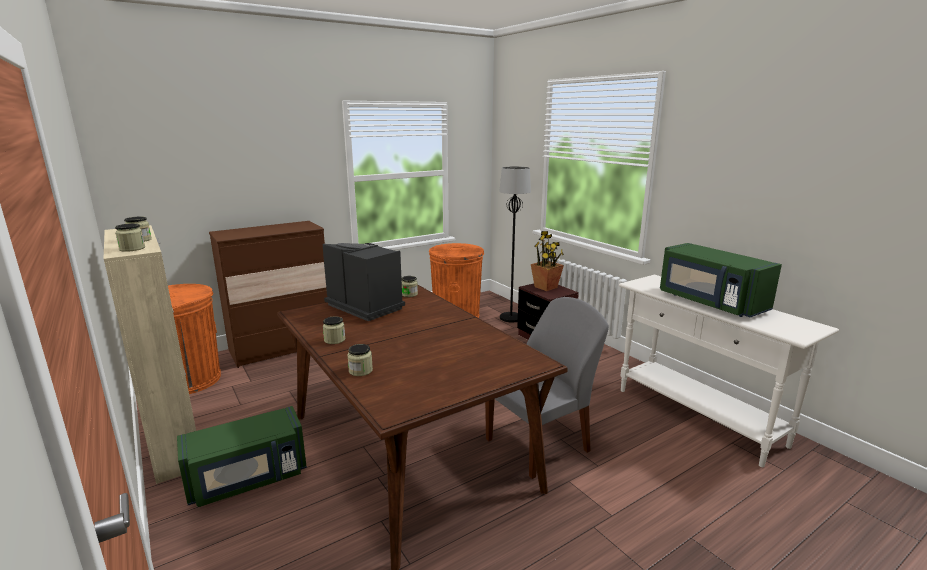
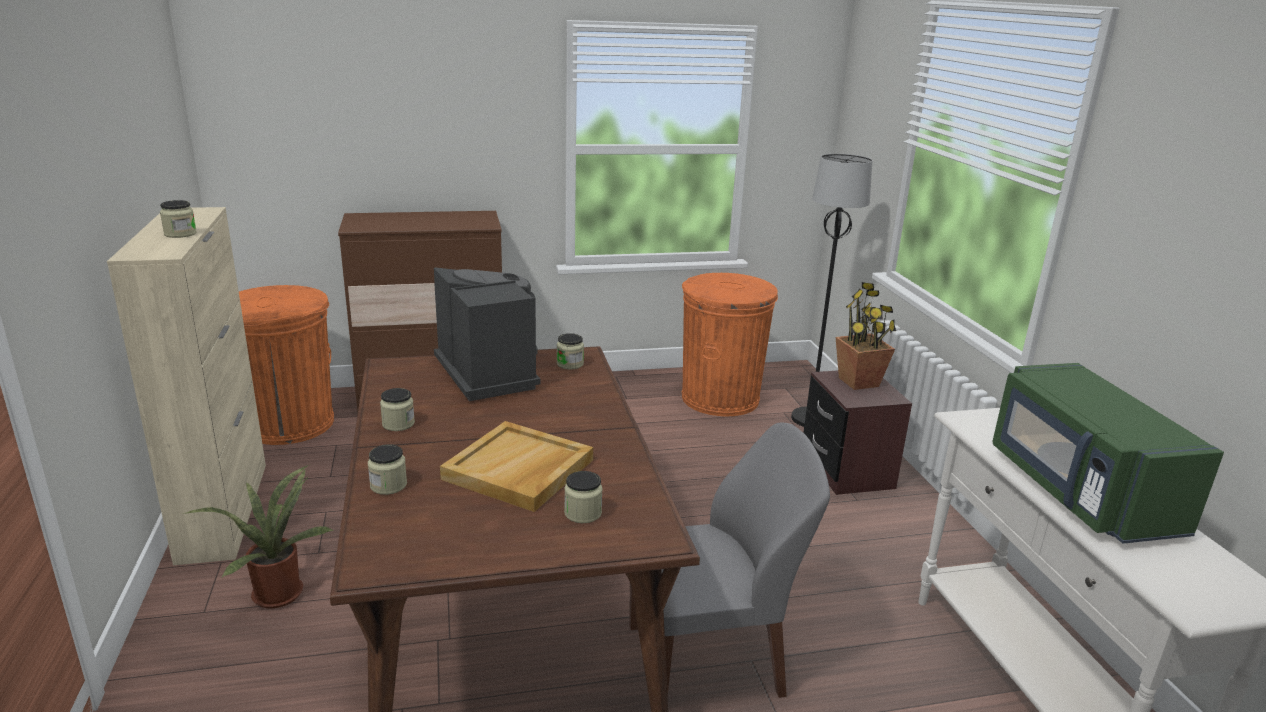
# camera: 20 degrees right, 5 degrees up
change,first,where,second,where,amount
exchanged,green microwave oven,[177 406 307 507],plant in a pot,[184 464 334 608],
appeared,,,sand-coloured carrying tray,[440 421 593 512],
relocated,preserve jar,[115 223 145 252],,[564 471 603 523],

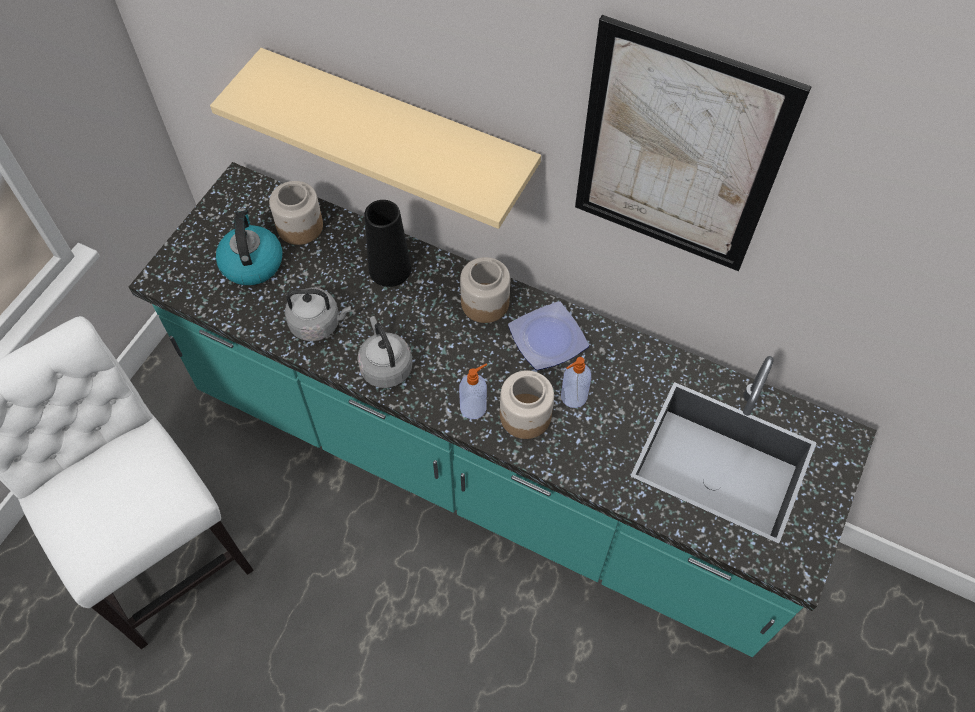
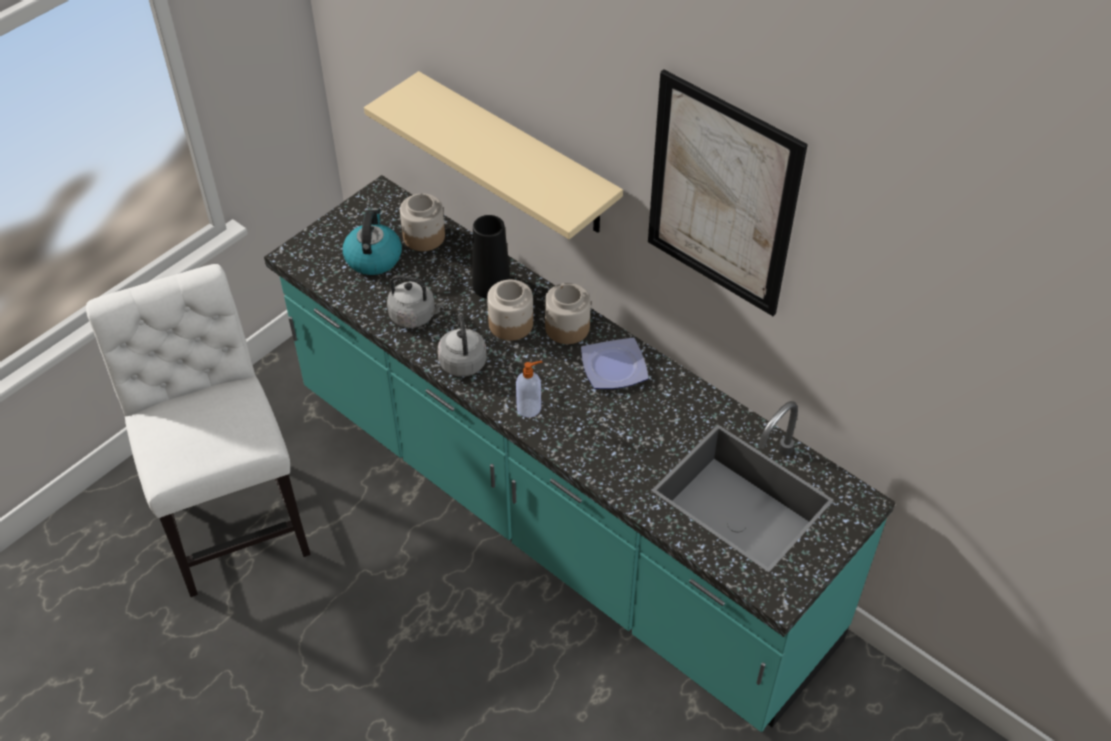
# camera: 15 degrees right, 10 degrees down
change,first,where,second,where,amount
relocated,preserve jar,[500 370 554 439],,[487 280 533 341],
missing,liquid soap bottle,[561 357 591 408],,,

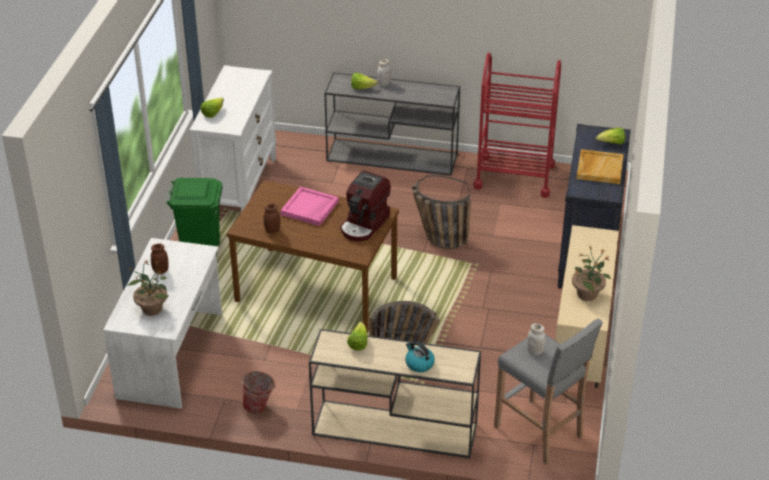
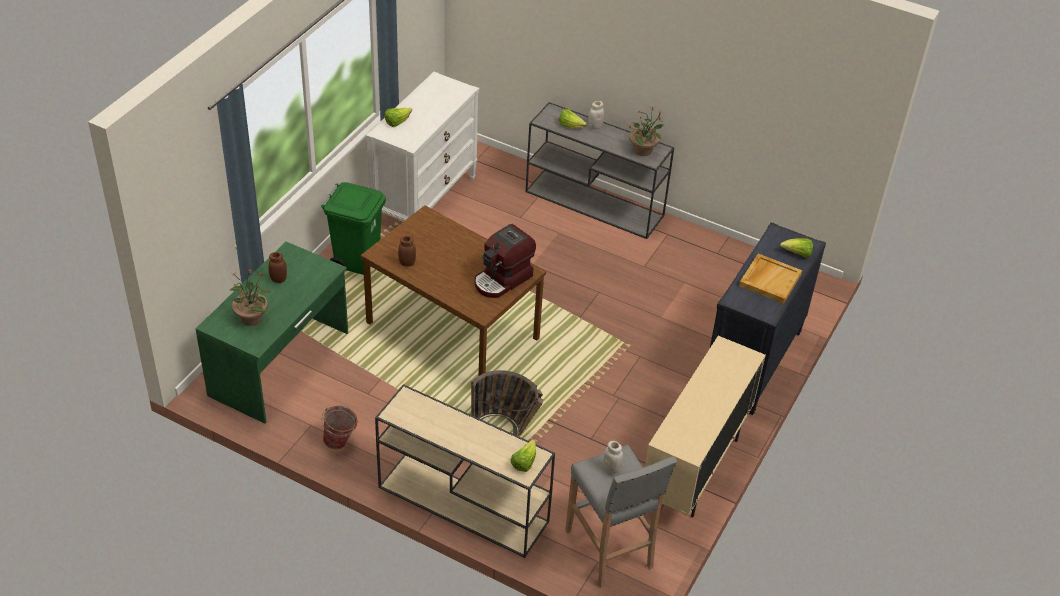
# camera: 15 degrees right, 5 degrees up
change,first,where,second,where,amount
colour,white desk unit,[103 238 222 409],green desk unit,[196 242 348 424],
relocated,head of lettuce,[347 322 368 351],,[510 439 536 472],
relocated,plant in a pot,[572 246 611 301],,[629 106 664 156],
missing,pink carrying tray,[281 186 339 226],,,
missing,kettle,[405 341 435 372],,,
missing,basket,[412 175 471 249],,,
missing,reddish trolley,[474 53 561 198],,,

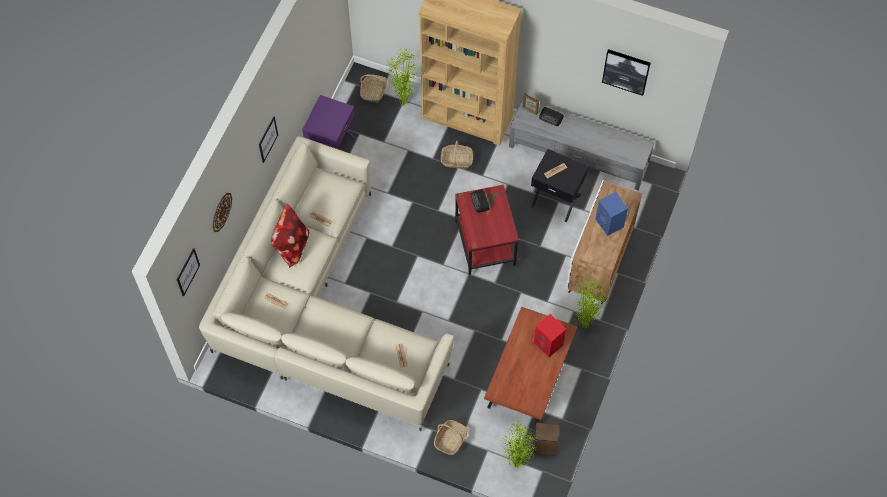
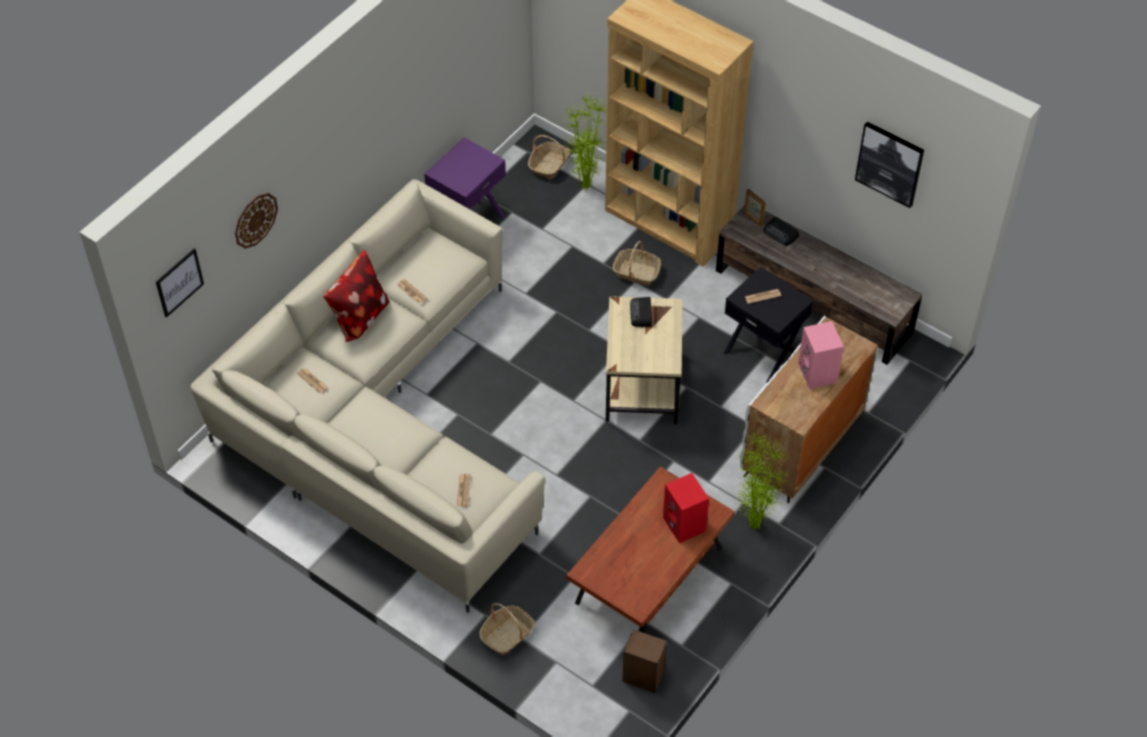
# camera: 15 degrees right, 10 degrees down
change,first,where,second,where,amount
colour,reddish accent table,[455 185 519 275],sand-coloured accent table,[606 296 683 425],
colour,greyish tv stand,[509 99 654 191],brown-coloured tv stand,[716 205 922 365],
colour,blue-coloured loudspeaker,[595 192 628 236],pink loudspeaker,[798 321 844 389],
missing,wall art,[259 117 278 163],,,
missing,plant in a pot,[499 419 537 468],,,

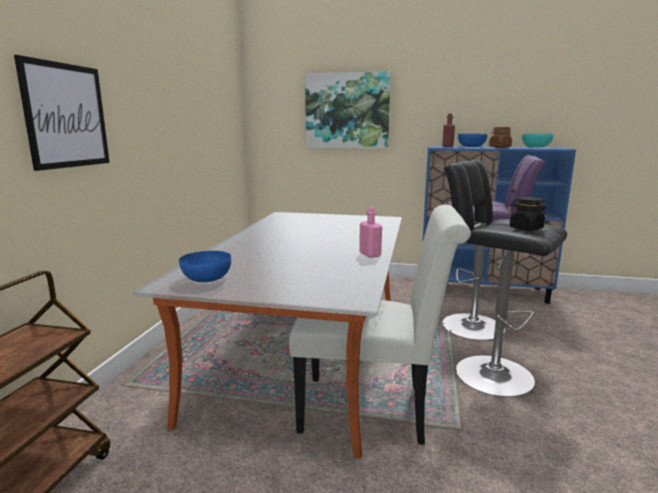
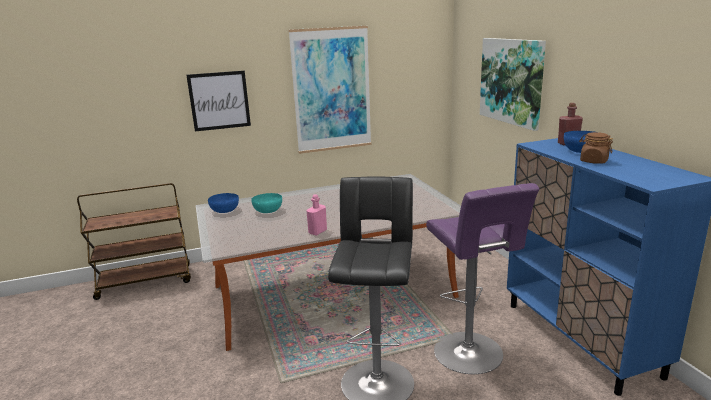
# camera: 60 degrees right, 5 degrees up
change,first,where,second,where,amount
relocated,blue-green bowl,[522 134 554 147],,[251 193 282 213],
appeared,,,wall art,[288 26 372 154],
missing,white upright chair,[289 205 471 445],,,
missing,blackish preserve jar,[509 197 546 231],,,

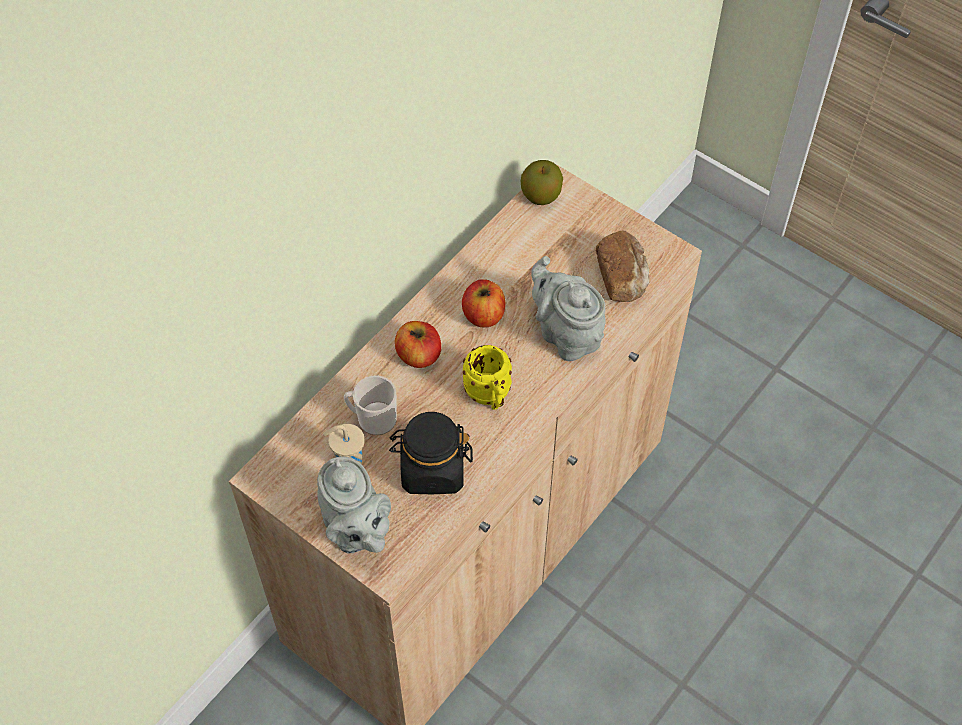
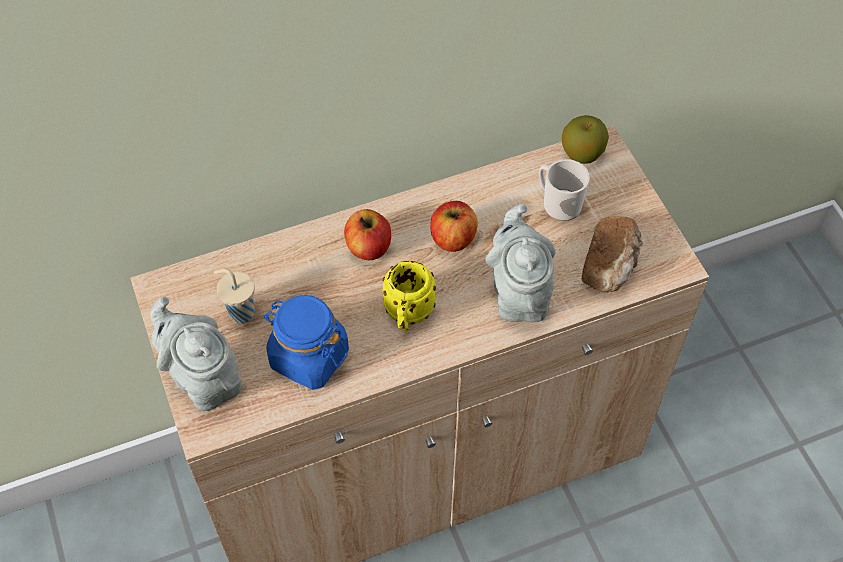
# camera: 30 degrees right, 0 degrees up
change,first,where,second,where,amount
spun,greyish teapot,[317 457 391 553],,[150 296 241 411],135 degrees clockwise
colour,blackish preserve jar,[389 412 473 494],blue-coloured preserve jar,[263 295 349 390],
relocated,coffee mug,[344 375 397 435],,[539 159 590 221],

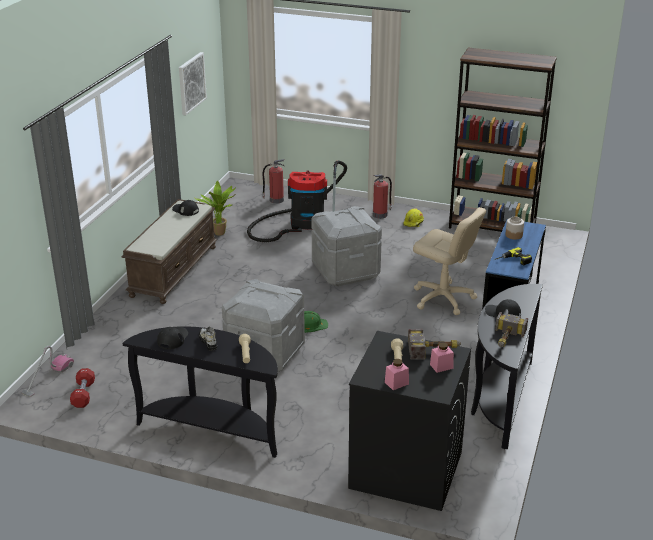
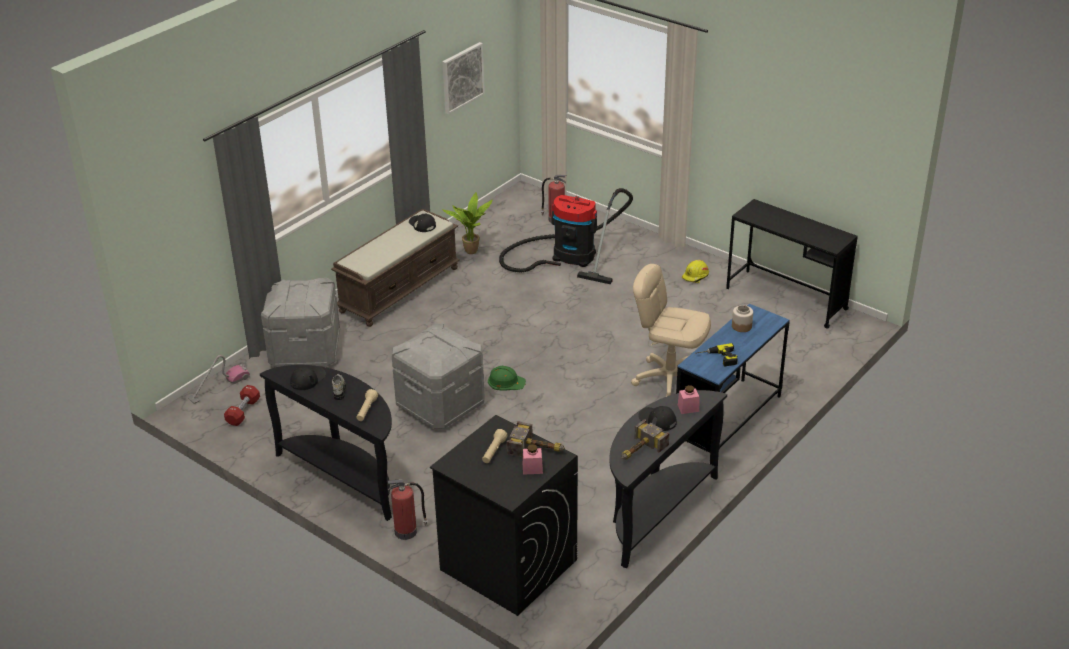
# camera: 20 degrees right, 5 degrees up
change,first,where,second,where,amount
relocated,greyish storage bin,[312 206 382 286],,[261 278 340 368],
relocated,fire-fighting cylinder,[373 175 392 219],,[387 479 428 540],
spun,sand-coloured office chair,[413 207 486 315],,[631 264 711 397],150 degrees clockwise
relocated,pink preserve jar,[385 359 409 390],,[678 385 699 414],
exchanged,brown-coloured bookshelf,[449 48 557 232],blackish desk unit,[726 199 858 329],

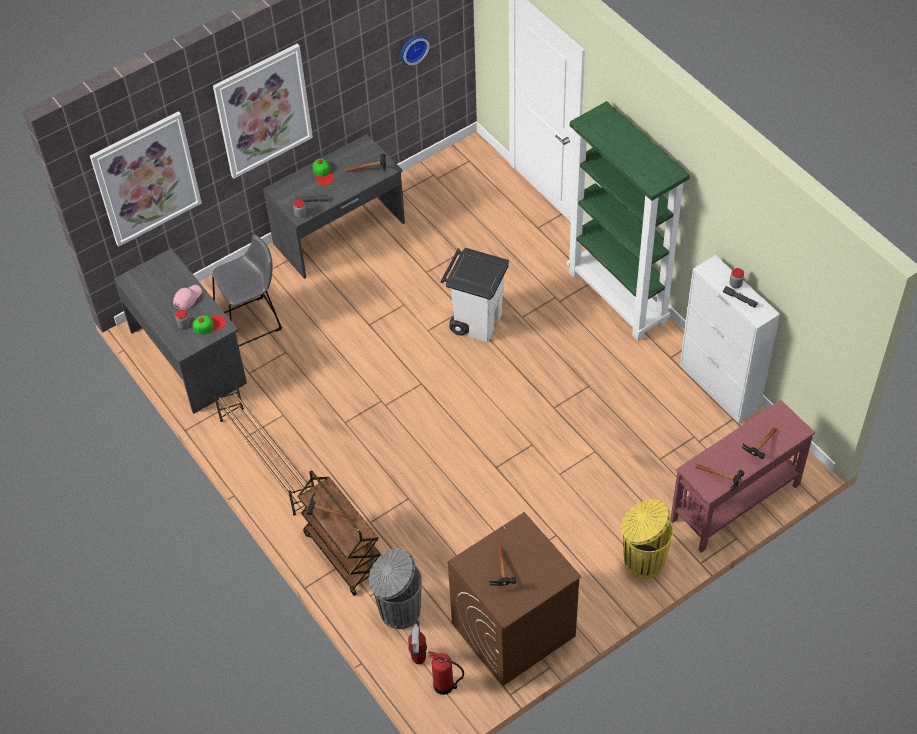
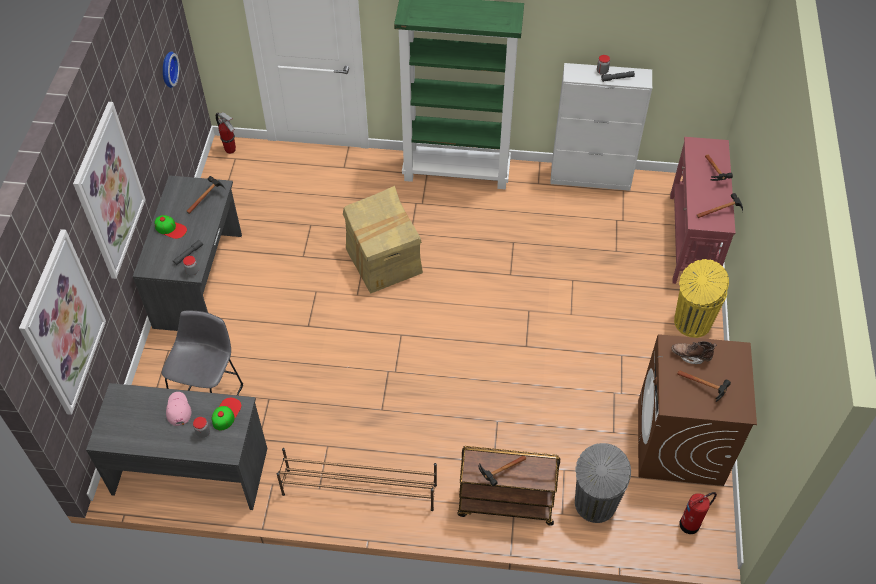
# camera: 50 degrees left, 0 degrees up
change,first,where,second,where,amount
relocated,fire-fighting cylinder,[408 620 427 664],,[216 112 236 154],
exchanged,white waste bin,[441 248 509 342],cardboard box,[343 186 423 294],
appeared,,,brown-coloured boot,[671 341 717 364],

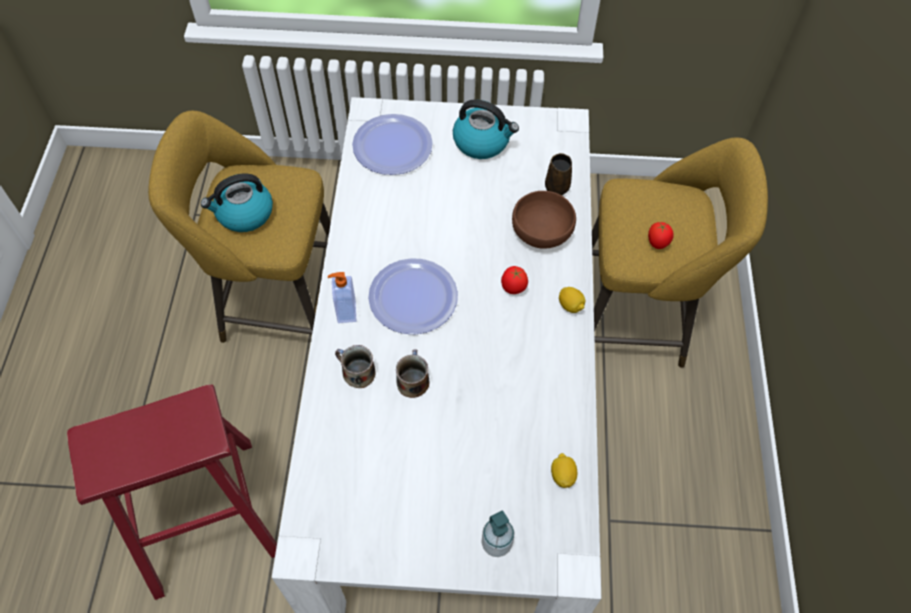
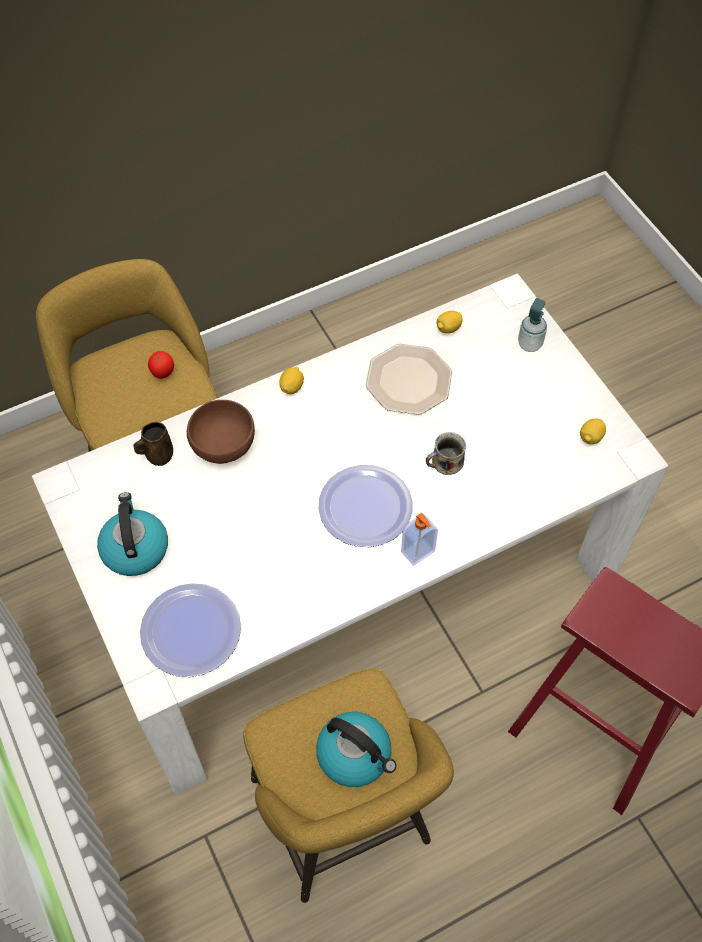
# camera: 120 degrees left, 0 degrees up
change,first,where,second,where,amount
appeared,,,plate,[366 344 452 415],
appeared,,,lemon,[580 419 606 444],
missing,coffee mug,[335 345 375 388],,,
missing,whole tomato,[501 266 528 294],,,

